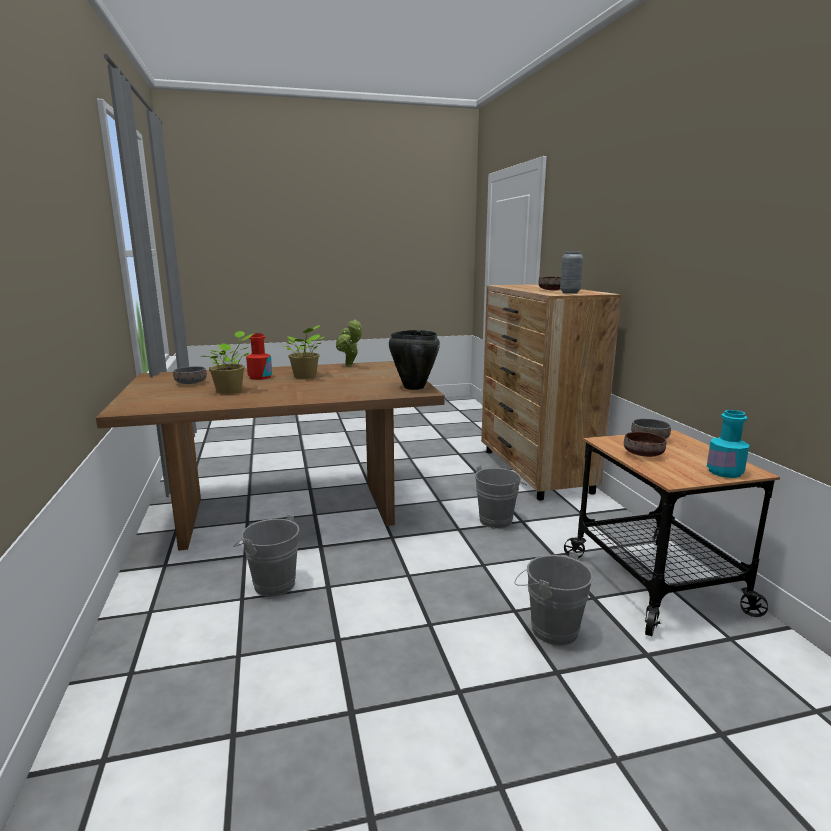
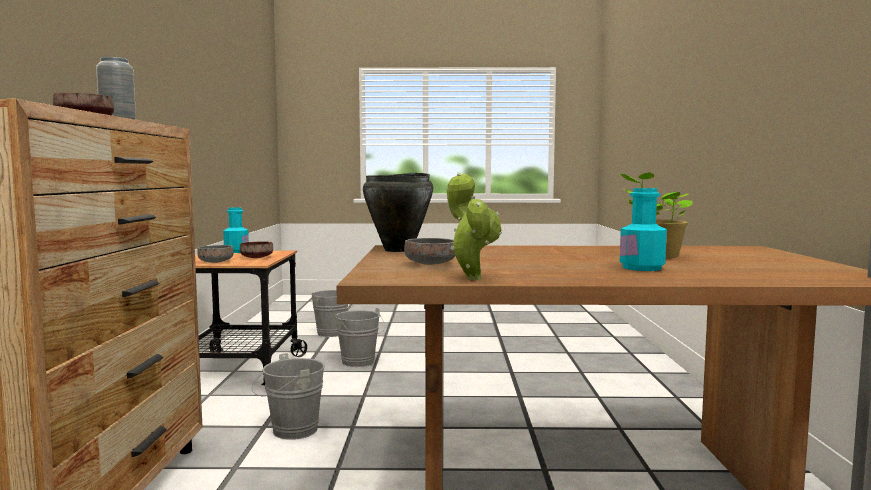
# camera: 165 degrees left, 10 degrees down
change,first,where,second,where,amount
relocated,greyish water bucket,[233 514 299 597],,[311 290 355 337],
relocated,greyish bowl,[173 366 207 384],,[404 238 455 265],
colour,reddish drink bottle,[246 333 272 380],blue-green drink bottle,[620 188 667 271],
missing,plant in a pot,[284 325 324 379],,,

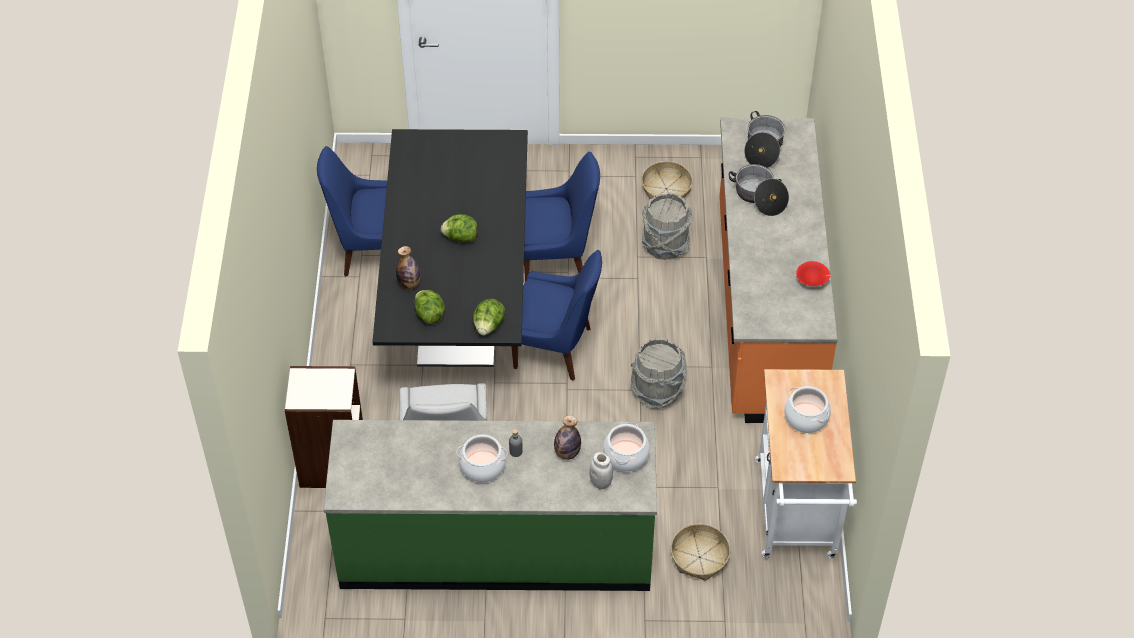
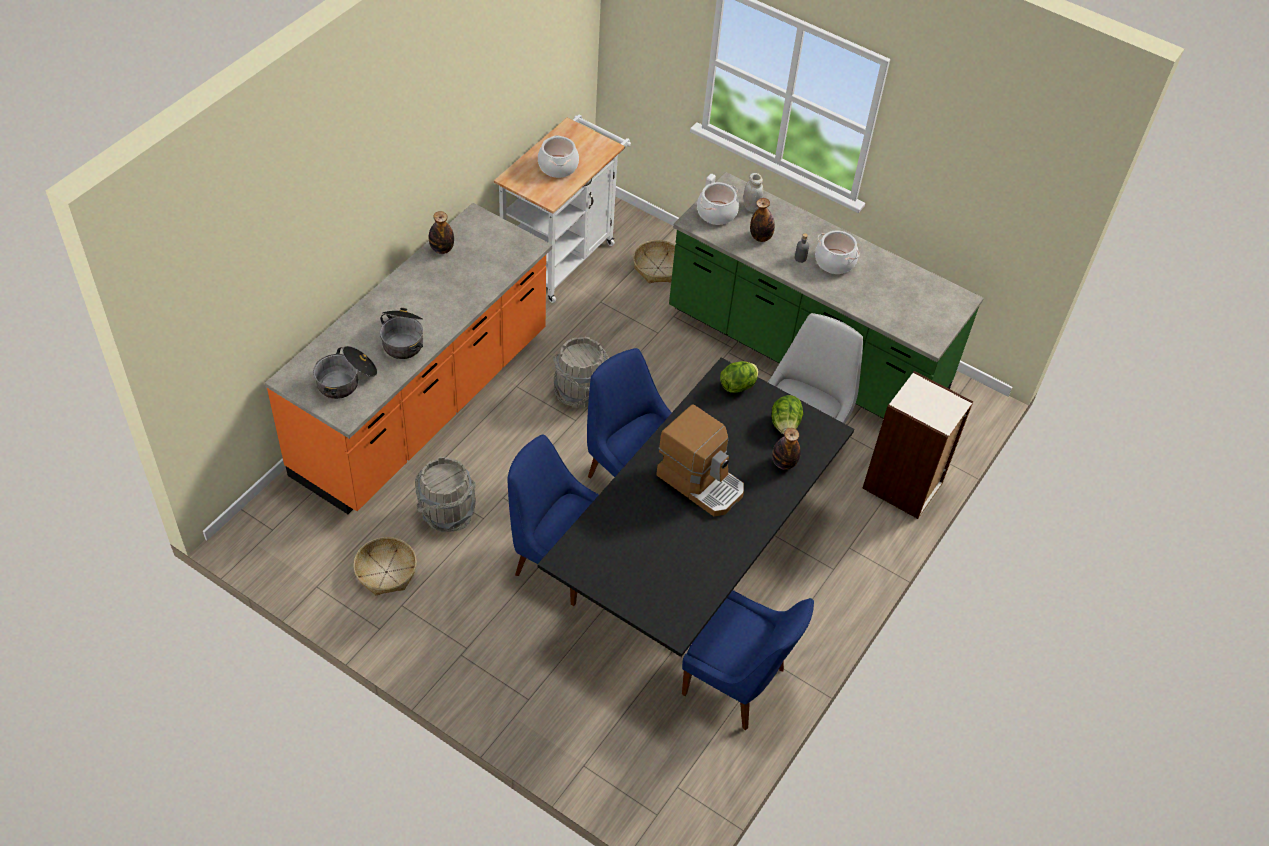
# camera: 150 degrees left, 0 degrees up
change,first,where,second,where,amount
exchanged,reddish bowl,[796 261 831 286],drink bottle,[428 211 454 254],
exchanged,head of lettuce,[441 214 478 242],coffee maker,[656 404 744 516],

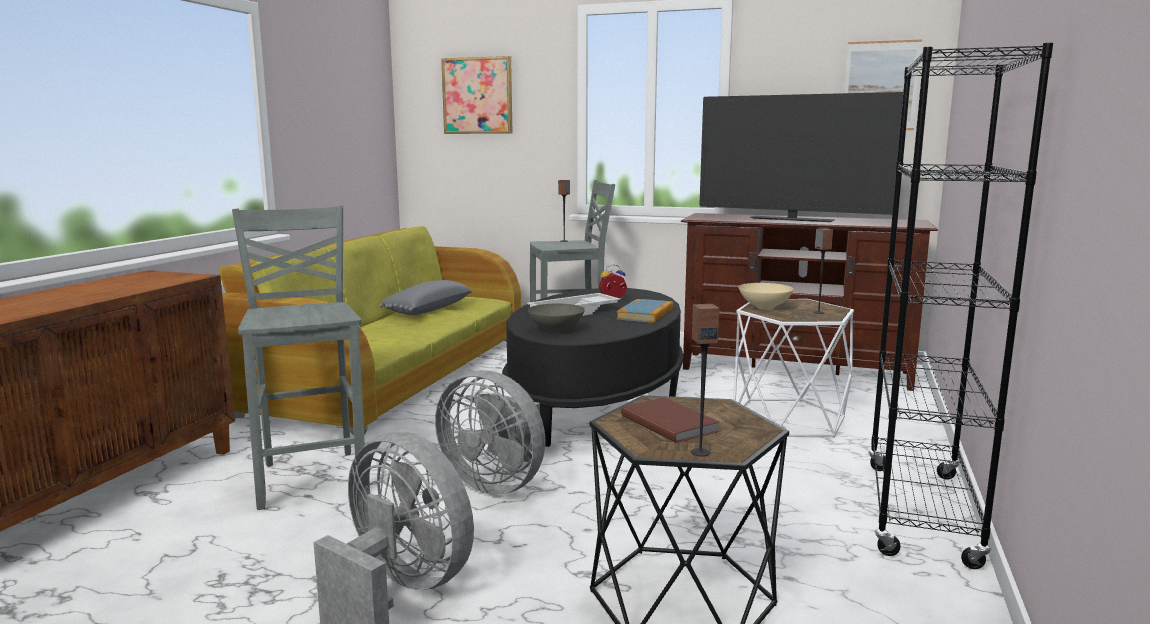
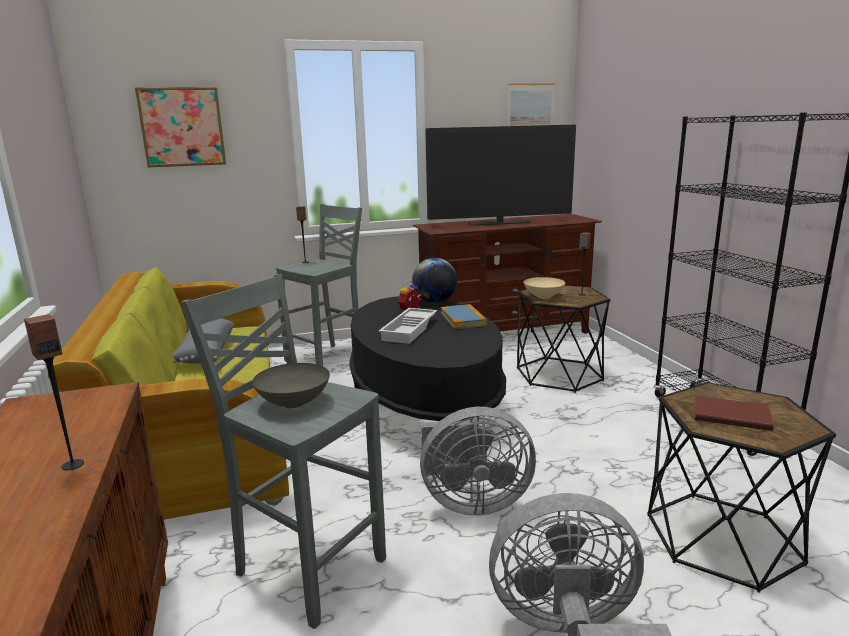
# camera: 35 degrees left, 5 degrees up
change,first,where,second,where,amount
relocated,loudspeaker,[691 304 720 457],,[24 314 84 470],
relocated,greyish bowl,[528 304 585 332],,[252 363 330 408],
appeared,,,desk globe,[412 258 457 303],
colour,white accent table,[733 299 854 438],blackish accent table,[517 285 611 393],

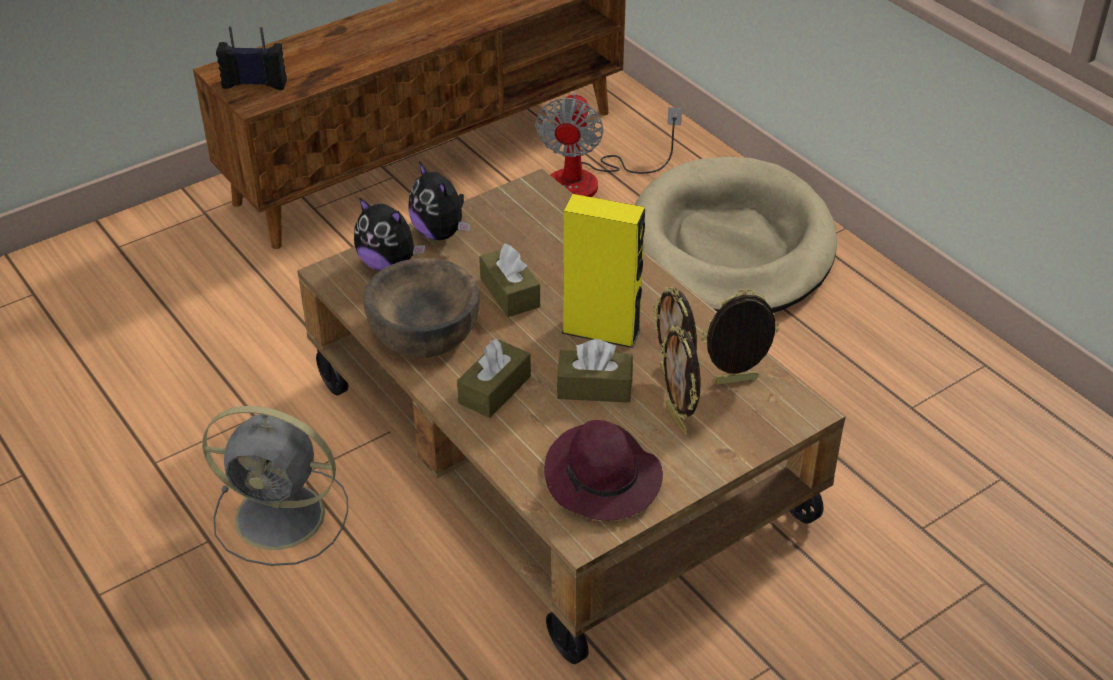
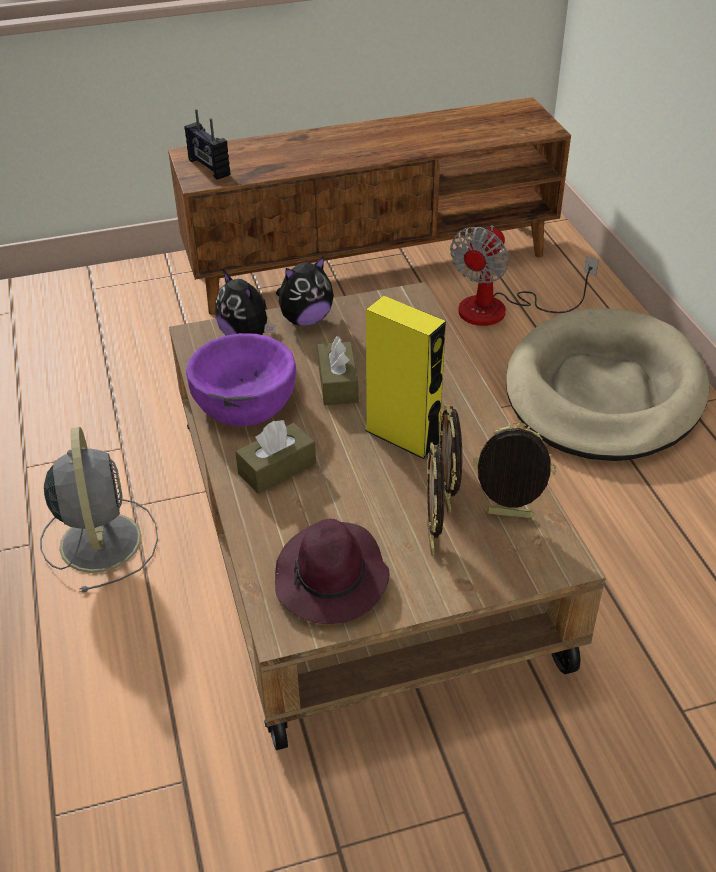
# camera: 20 degrees right, 0 degrees up
change,first,where,second,where,amount
spun,greyish cooling fan,[202 406 348 566],,[40 427 158 593],135 degrees counterclockwise
spun,radio,[216 26 287 90],,[185 109 230 180],150 degrees counterclockwise
colour,brown-coloured bowl,[363 258 480 358],purplish bowl,[186 333 296 426],
spun,plush toy,[408 161 470 240],,[276 256 334 326],105 degrees counterclockwise
missing,brown-coloured box of tissues,[556 339 633 403],,,

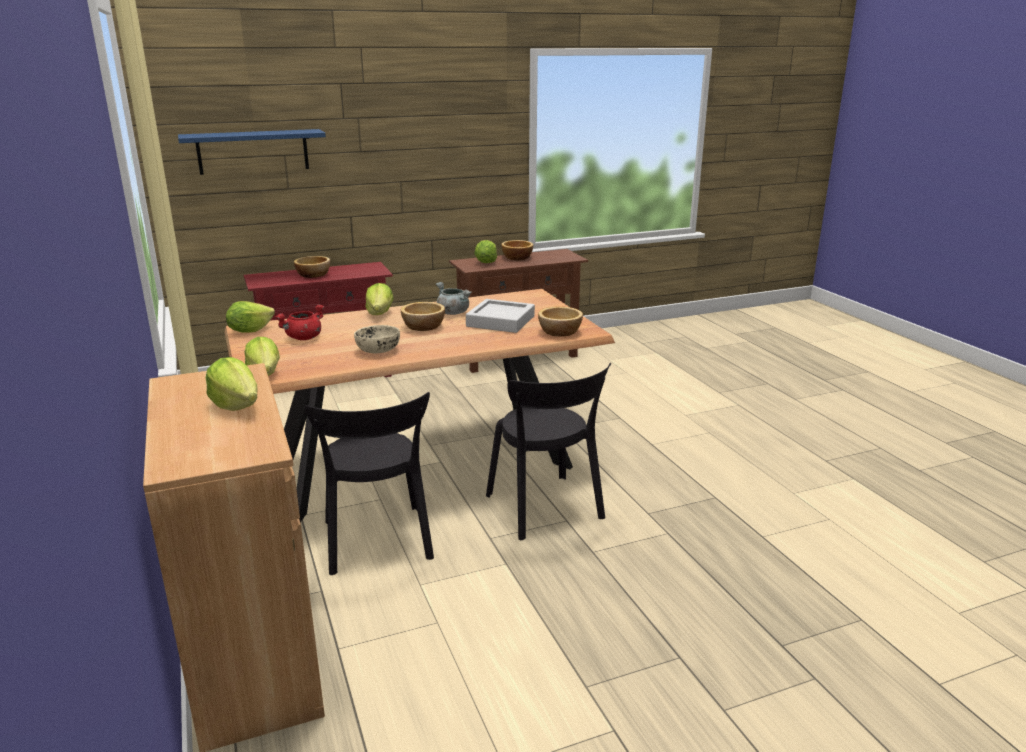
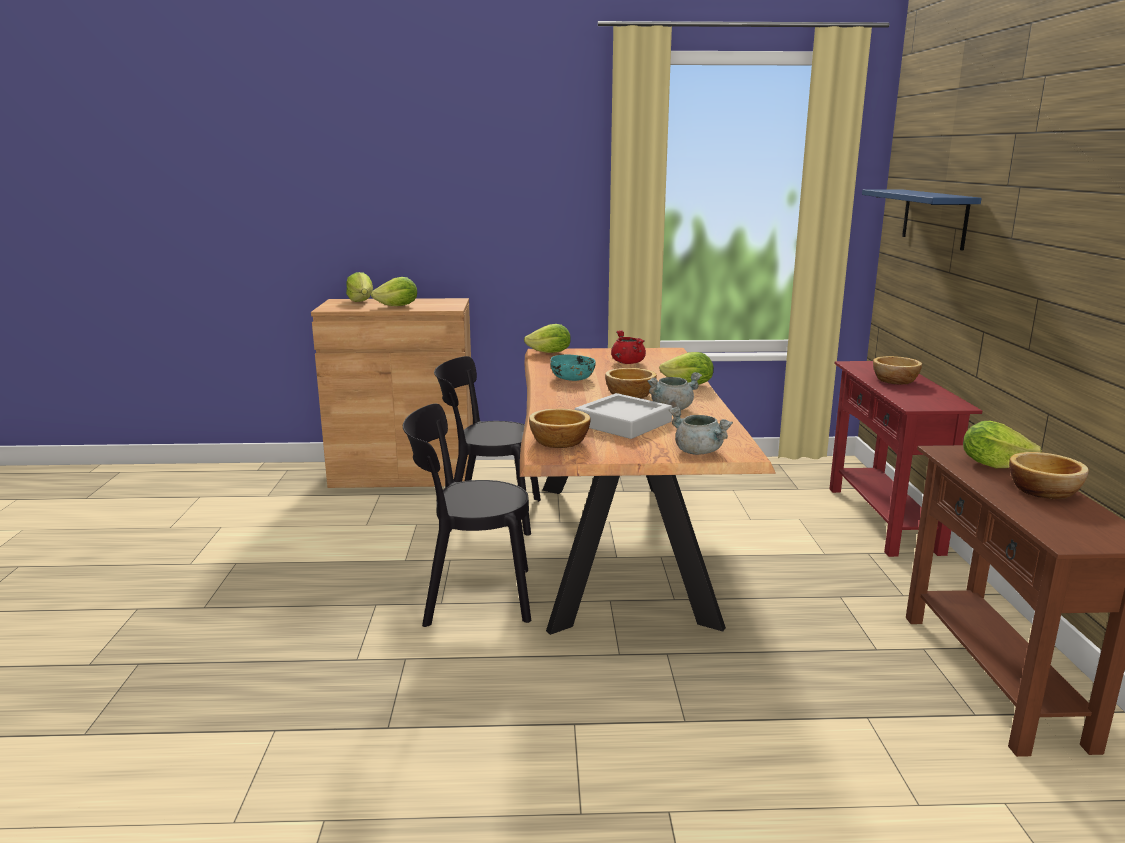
# camera: 110 degrees right, 5 degrees down
change,first,where,second,where,amount
relocated,head of lettuce,[226 301 275 333],,[346 272 373 302],
colour,sand-coloured bowl,[354 325 400 353],blue-green bowl,[550 355 596 381],
appeared,,,greyish stockpot,[669 407 733 455],

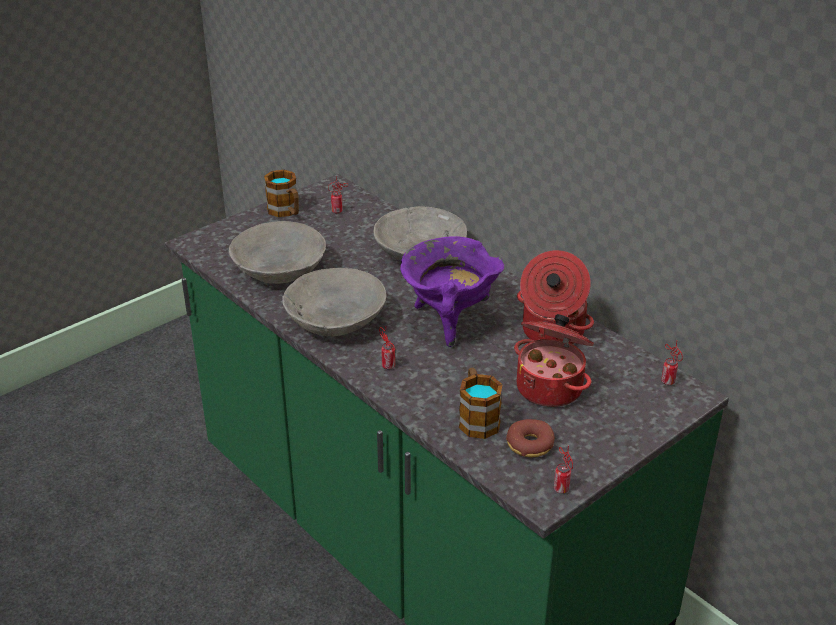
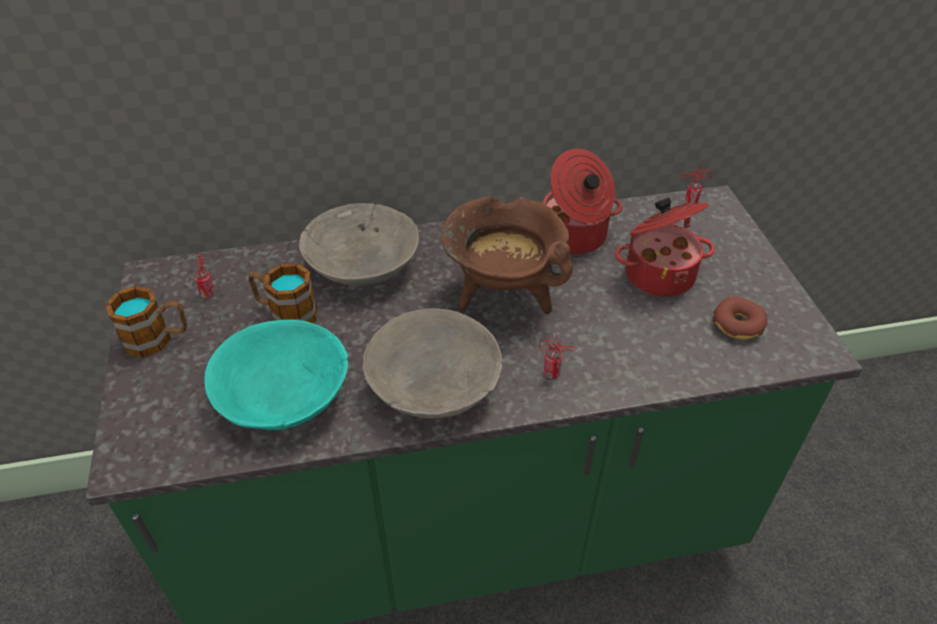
# camera: 60 degrees left, 10 degrees up
change,first,where,second,where,amount
colour,greyish bowl,[229 221 326 284],blue-green bowl,[204 320 349 430],
relocated,coffee mug,[459 368 503 439],,[248 263 317 323],
colour,purplish stockpot,[400 236 504 347],brown-coloured stockpot,[441 196 573 314],
missing,metal can,[554 446 573 493],,,

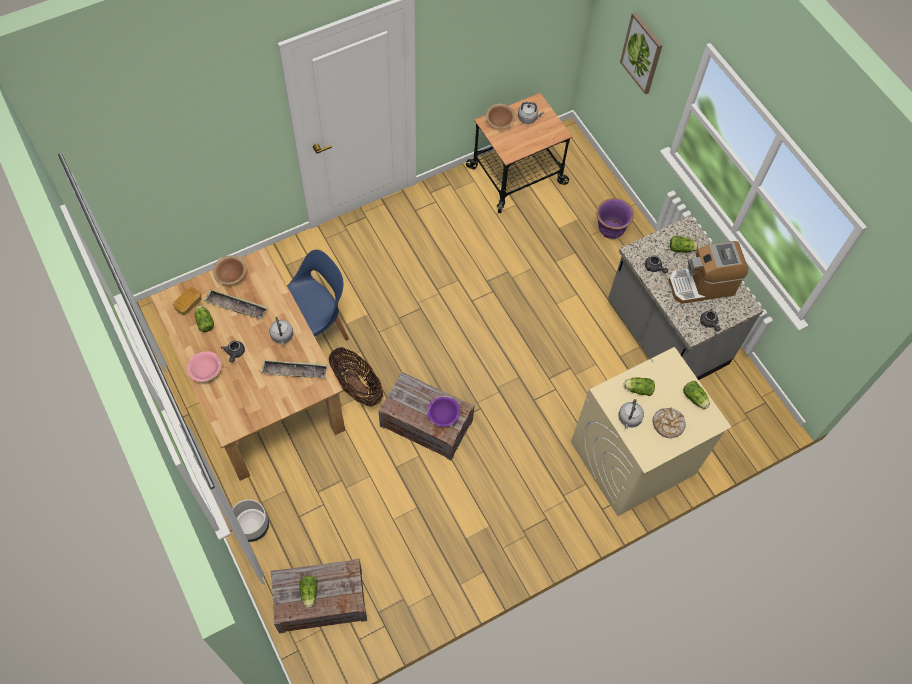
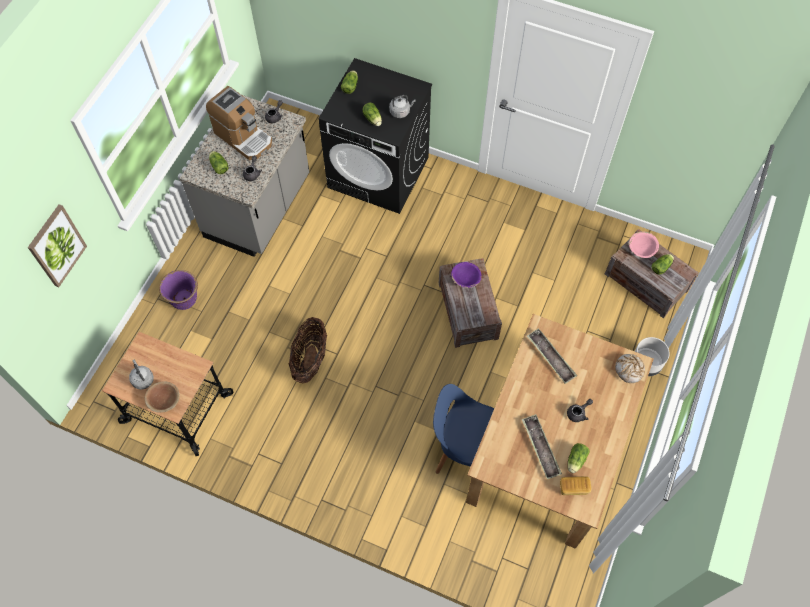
# camera: 125 degrees left, 0 degrees up
change,first,where,second,where,amount
relocated,basket,[329 347 383 407],,[288 317 327 384],
colour,sand-coloured laundry machine,[571 347 731 516],blackish laundry machine,[318 58 432 214],
relocated,bakery bread,[652 407 686 438],,[615 354 645 383],
relocated,pink bowl,[187 351 222 382],,[629 231 659 258],
missing,brown-coloured bowl,[213 255 246 285],,,
missing,greyish kettle,[269 317 293 345],,,

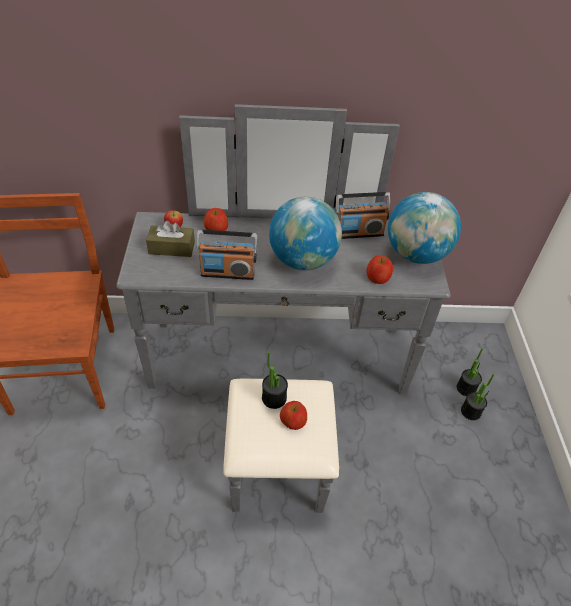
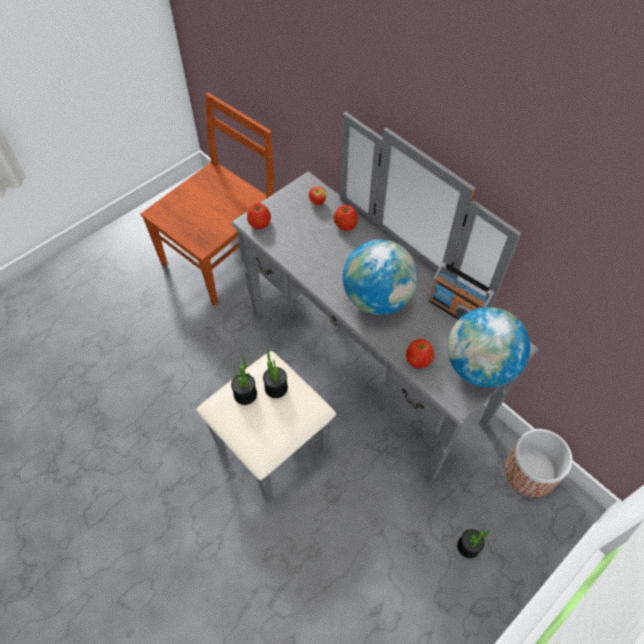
# camera: 50 degrees right, 10 degrees up
change,first,where,second,where,amount
relocated,plant in a pot,[457 348 483 396],,[231 356 257 405],
relocated,whole apple,[280 401 307 430],,[247 203 271 229],
appeared,,,flower pot,[504 429 573 497],
missing,brown-coloured box of tissues,[146 221 195 257],,,
missing,radio,[197 229 257 280],,,

